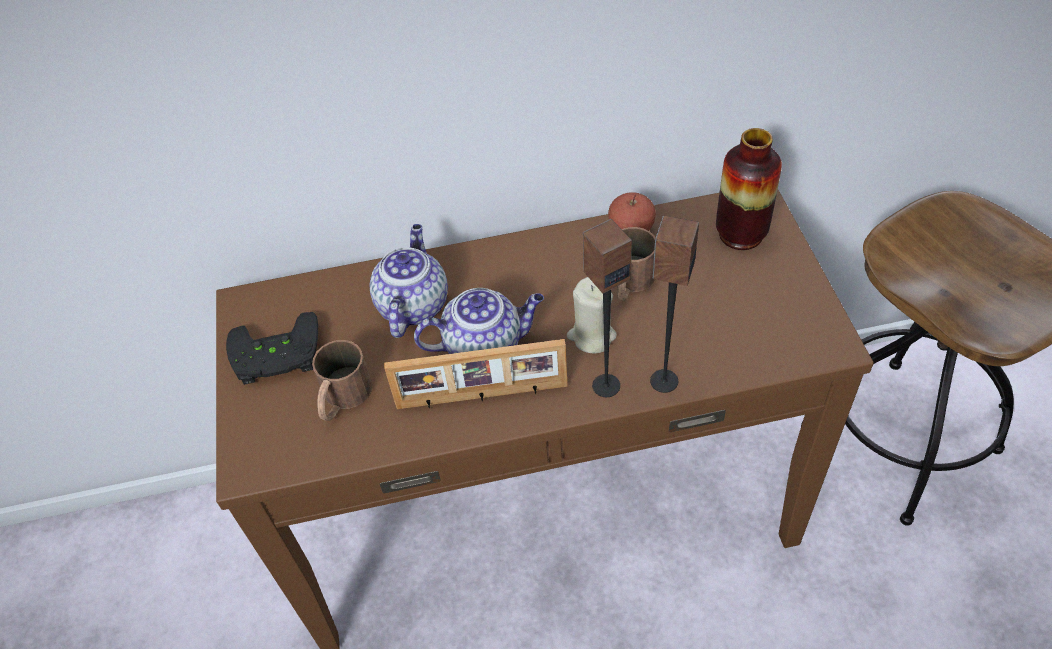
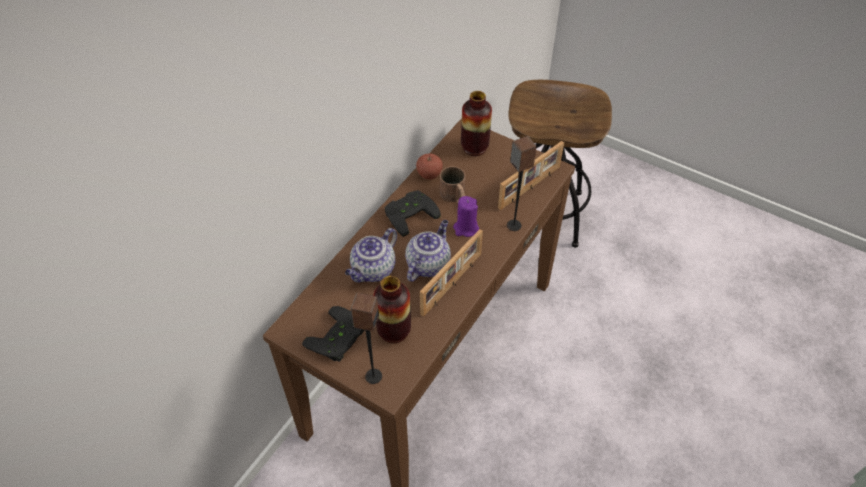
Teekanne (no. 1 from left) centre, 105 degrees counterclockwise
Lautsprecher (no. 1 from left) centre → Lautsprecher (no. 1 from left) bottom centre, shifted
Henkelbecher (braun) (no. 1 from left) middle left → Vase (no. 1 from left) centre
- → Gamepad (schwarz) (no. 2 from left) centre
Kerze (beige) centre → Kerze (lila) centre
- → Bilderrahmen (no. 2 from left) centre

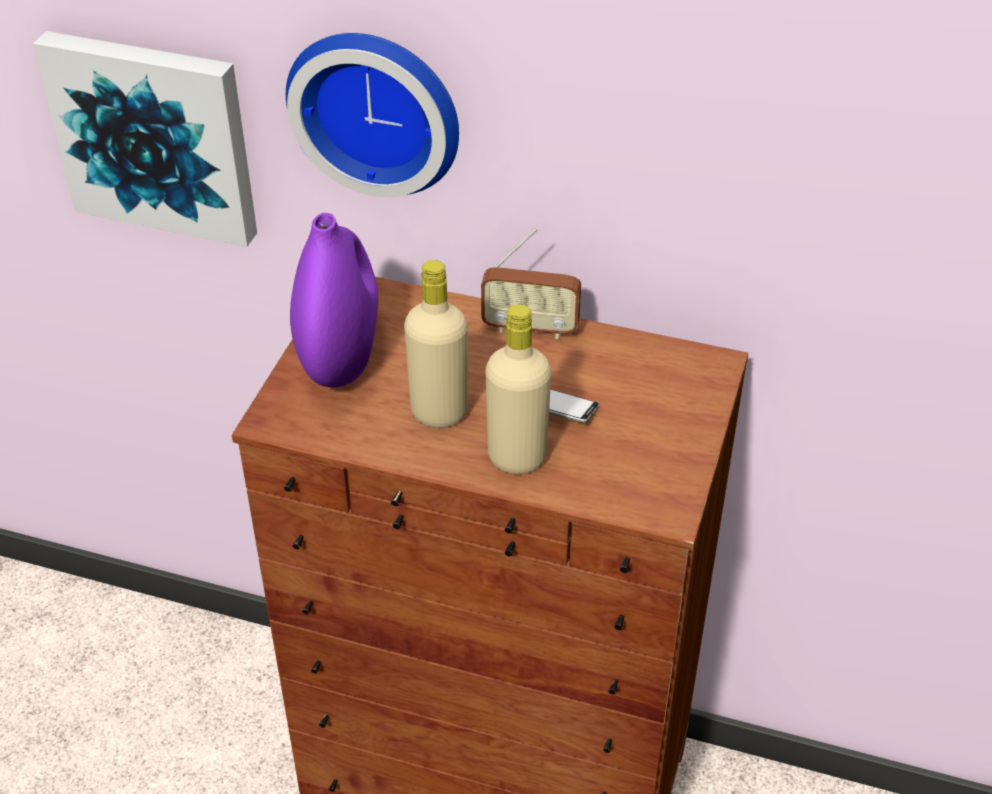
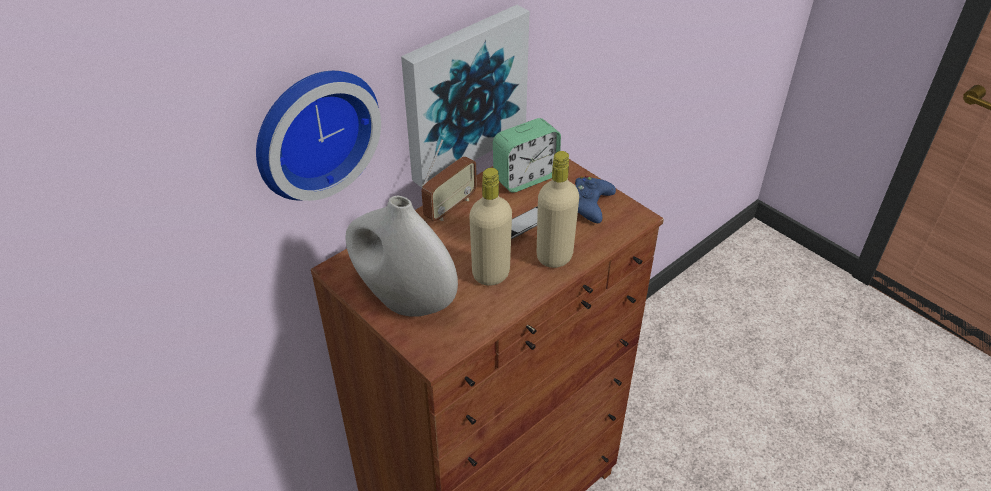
Vase (lila) centre → Vase (weiß) centre
Bild top left → Bild top centre, shifted
- → Wecker top centre
- → Gamepad (blau) centre

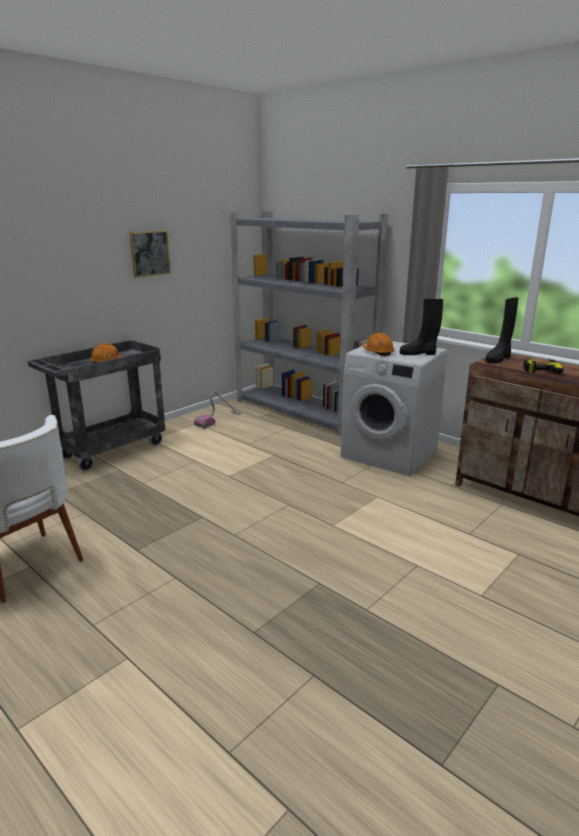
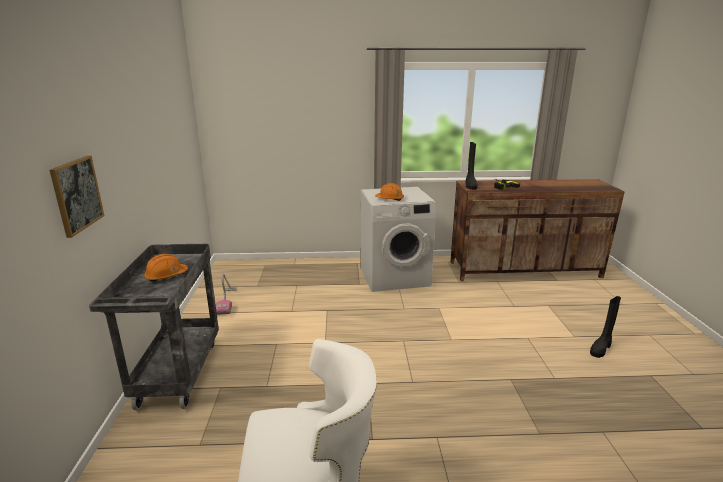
Bild top left → Bild middle left, shifted
Stiefel (schwarz) (no. 1 from left in the first image) middle right → Stiefel (schwarz) (no. 2 from left) bottom right, shifted
Bücherregal (grau) centre → -

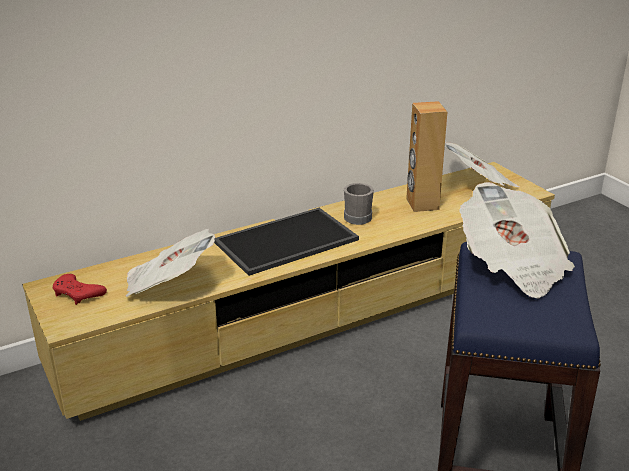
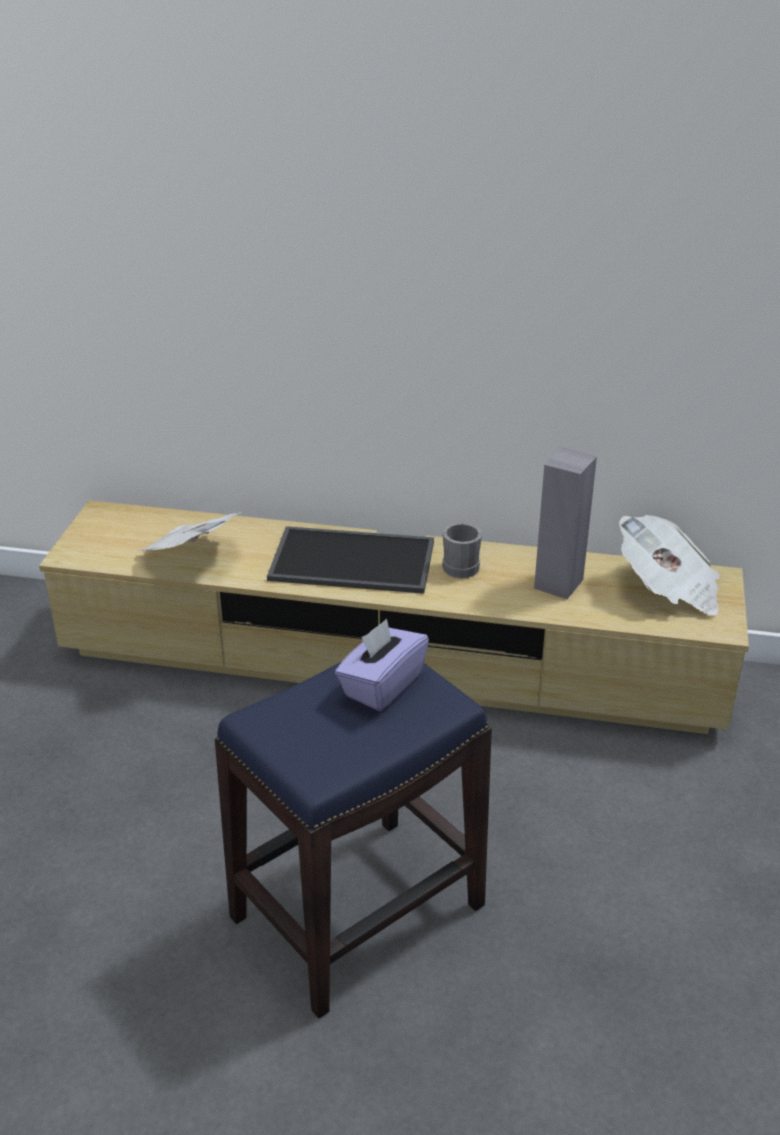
Zeitung (no. 3 from left) middle right → Taschentuchbox (lila) centre
Lautsprecher (braun) top right → Lautsprecher (grau) middle right
Gamepad (rot) middle left → -

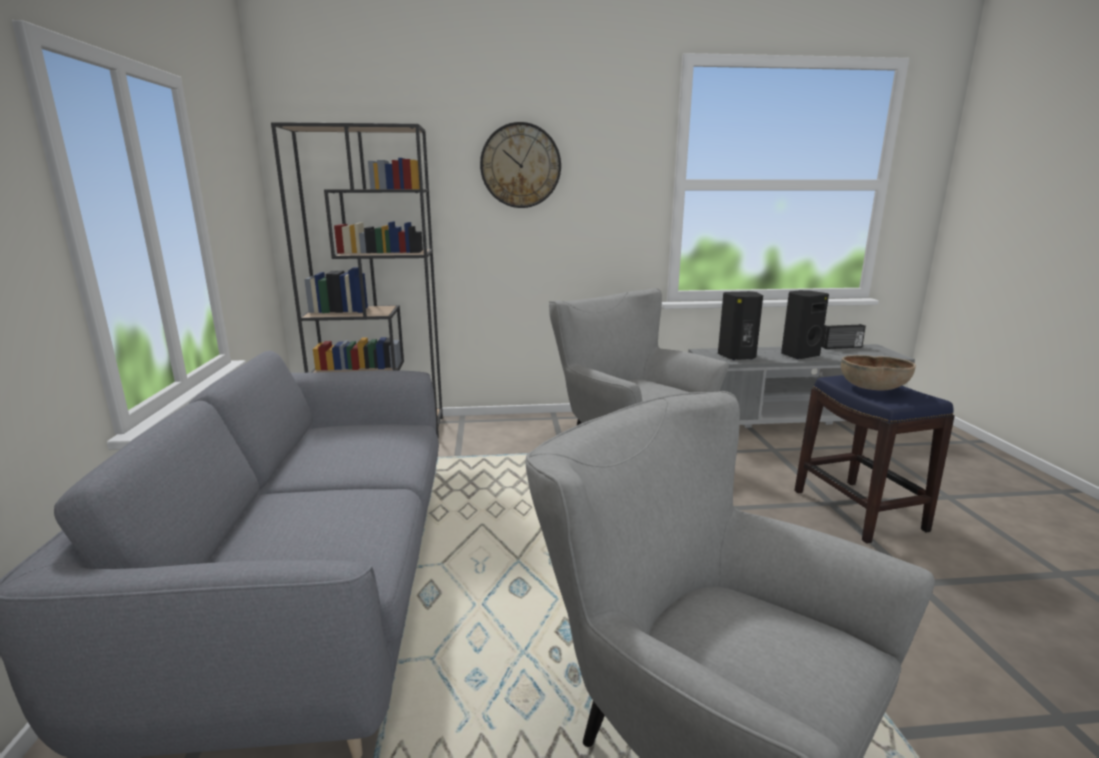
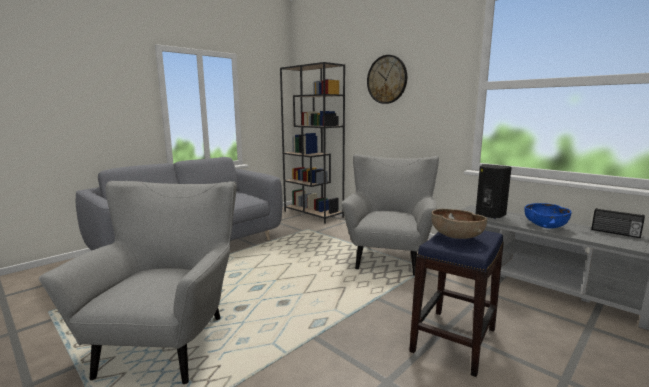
Lautsprecher (schwarz) (no. 2 from left) middle right → Schüssel (blau) middle right

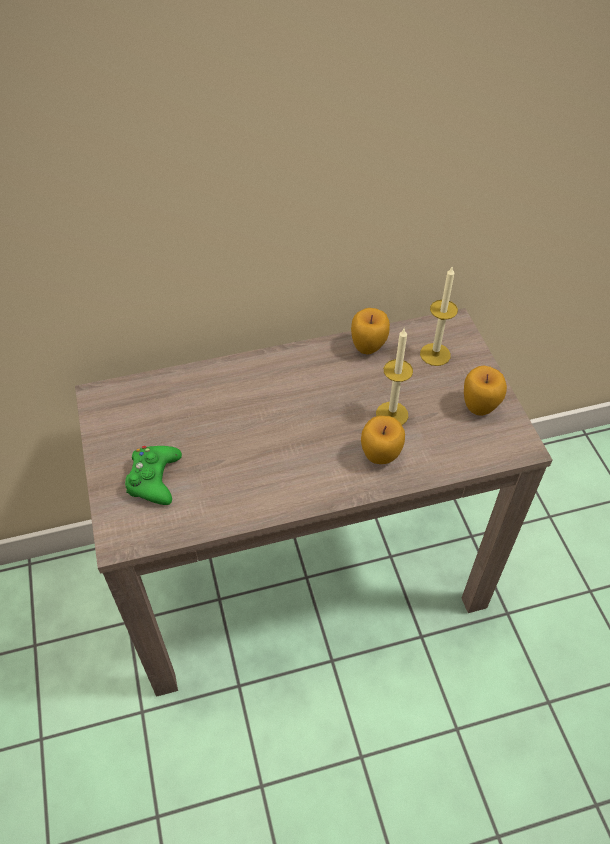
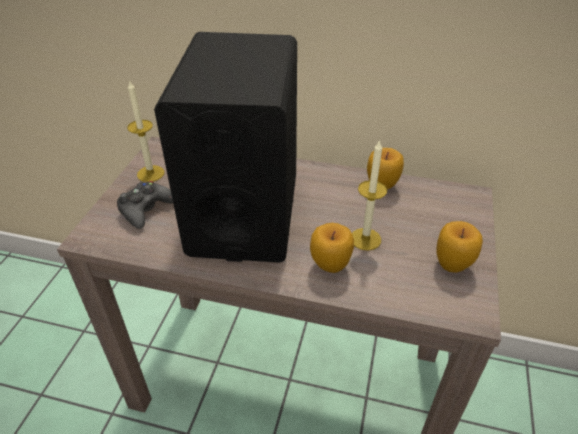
Gamepad (grün) middle left → Gamepad (schwarz) middle left
Kerze (no. 2 from left in the first image) middle right → Kerze (no. 1 from left) top left, shifted
- → Lautsprecher (schwarz) centre

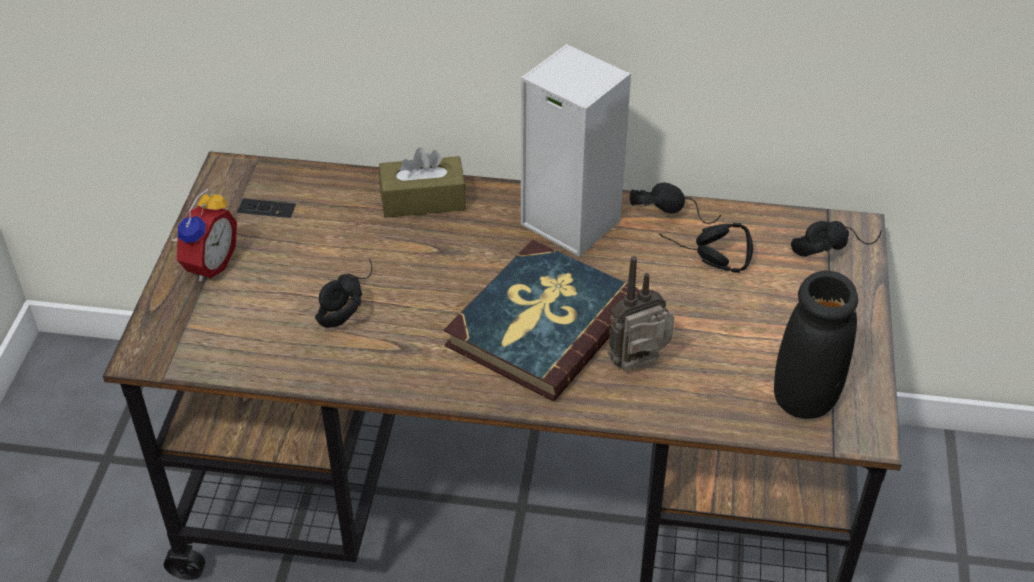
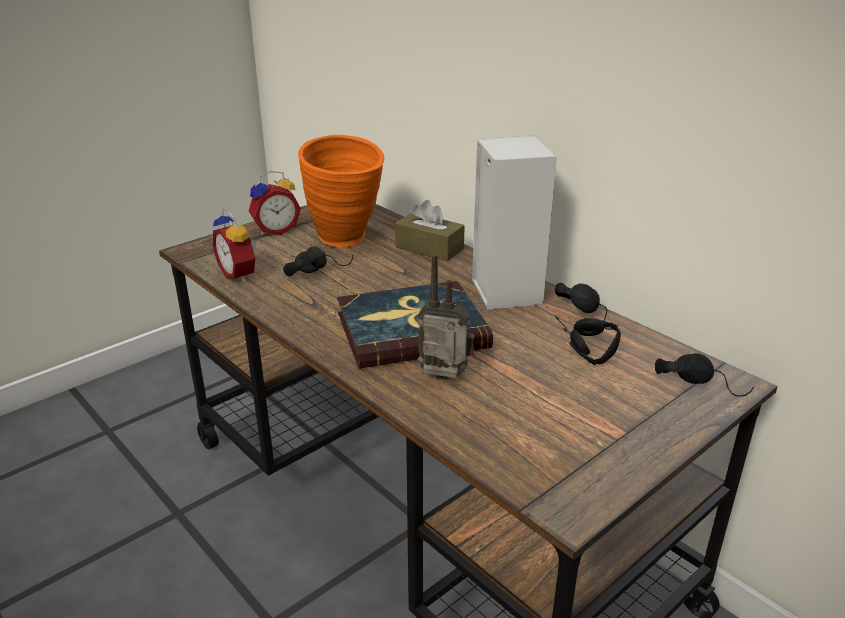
- → Wecker (no. 1 from left) middle left
- → Vase (orange) top centre
Vase (schwarz) middle right → -

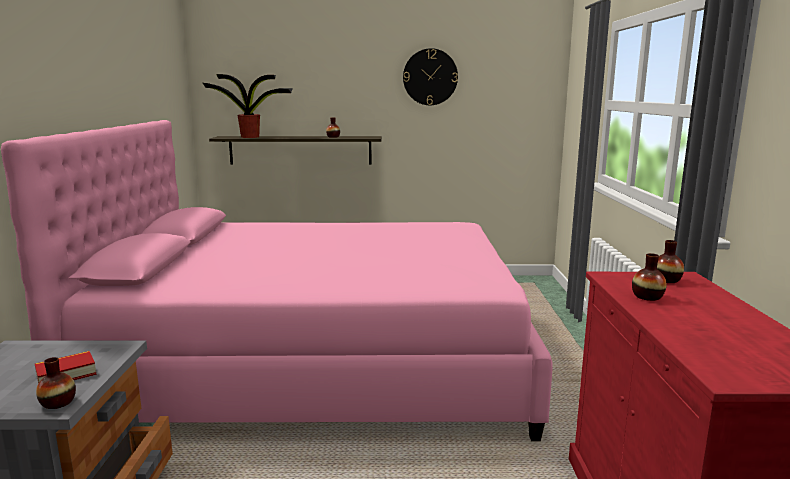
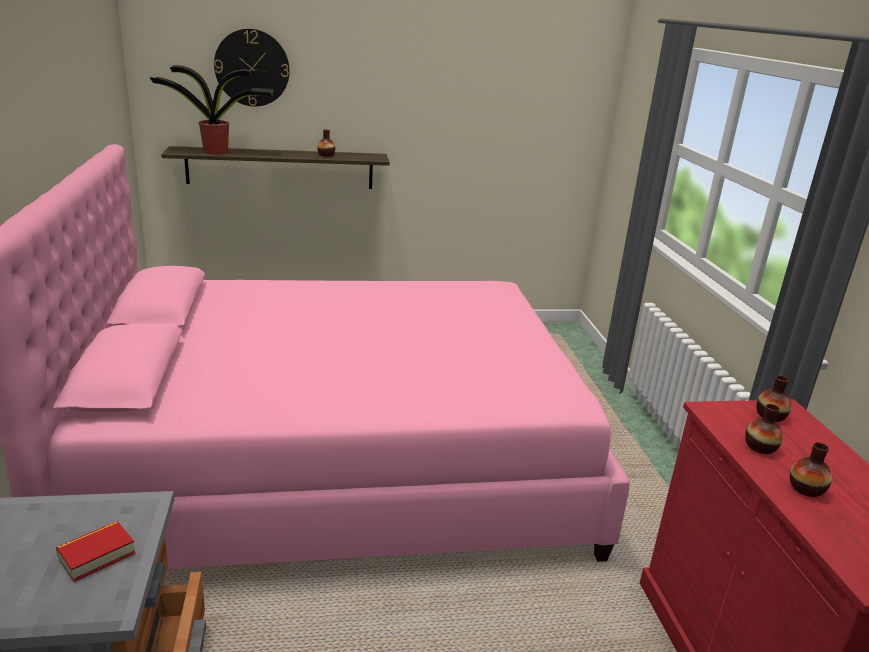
Wanduhr top centre → Wanduhr top left, shifted
Vase (no. 1 from left in the first image) bottom left → Vase (no. 4 from left) bottom right, shifted

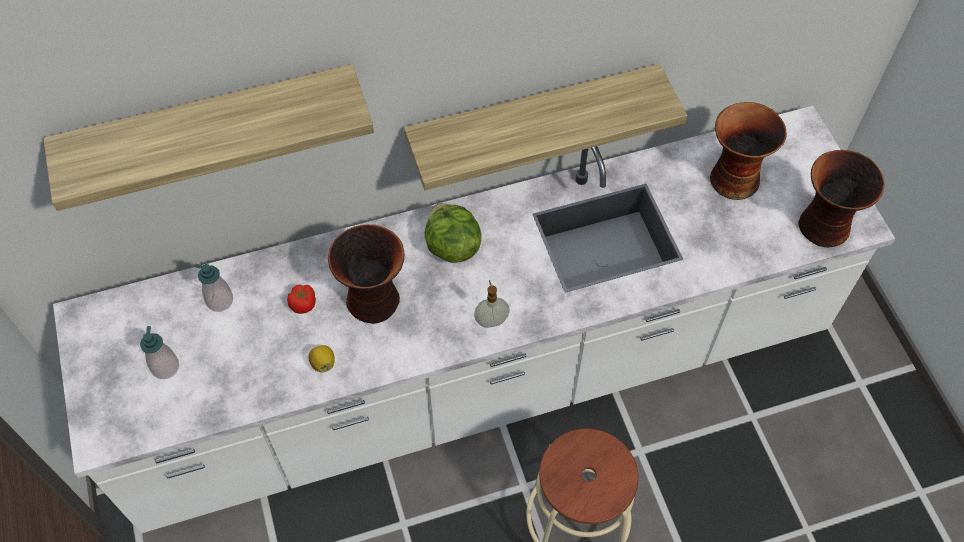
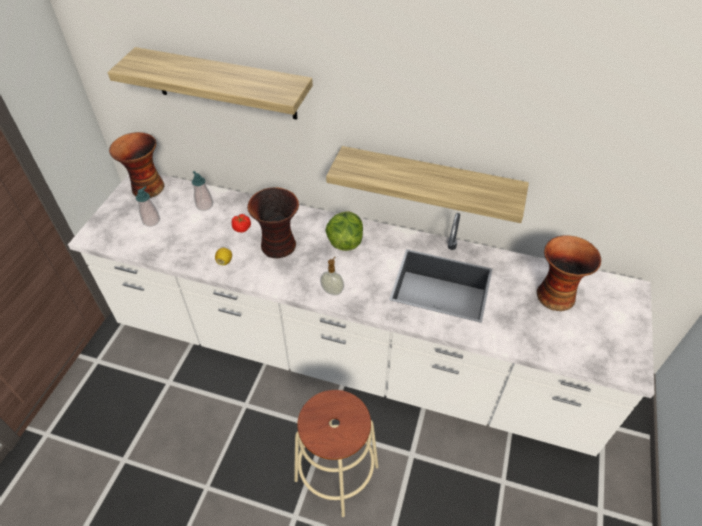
Vase (no. 3 from left in the first image) middle right → Vase (no. 1 from left) top left, shifted

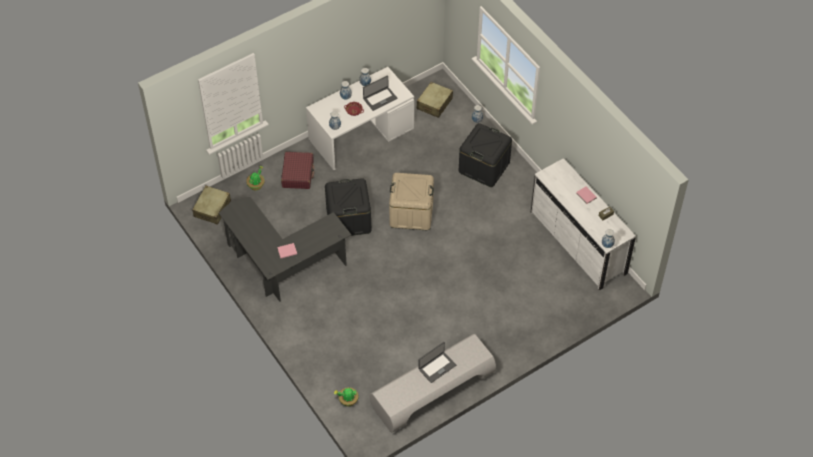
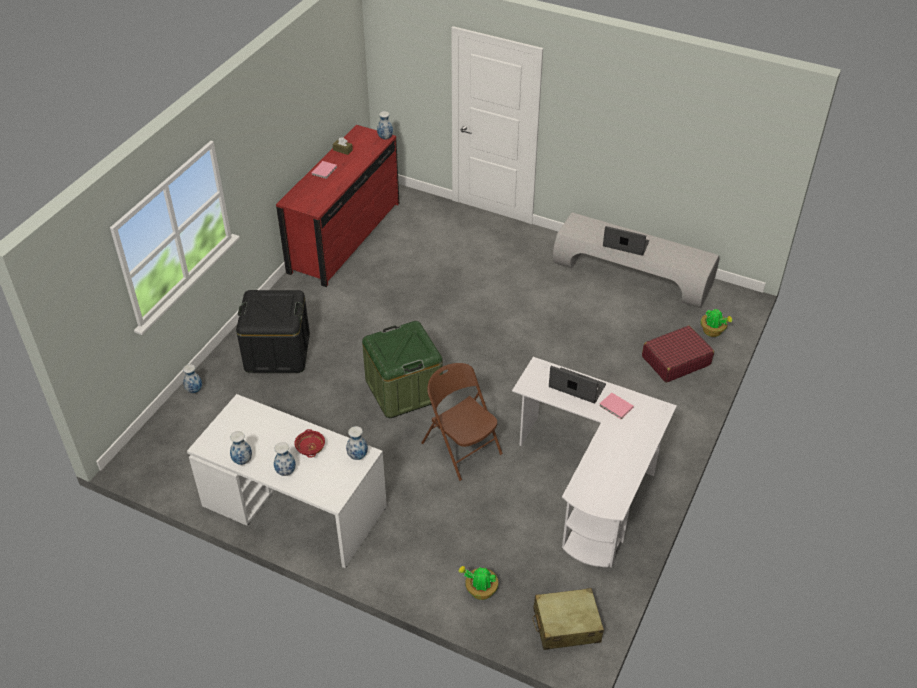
Kommode (weiß) middle right → Kommode (rot) top centre
Aufbewahrungsbox (beige) centre → Aufbewahrungsbox (grün) centre
Aufbewahrungsbox (schwarz) (no. 1 from left) centre → Stuhl (braun) centre
Schreibtisch (schwarz) centre → Schreibtisch (weiß) (no. 2 from left) bottom centre
Laptop (no. 1 from left) top centre → Laptop (no. 1 from left) centre, shifted
Koffer (rot) centre → Koffer (rot) middle right, shifted
Koffer (beige) (no. 2 from left) top centre → -

